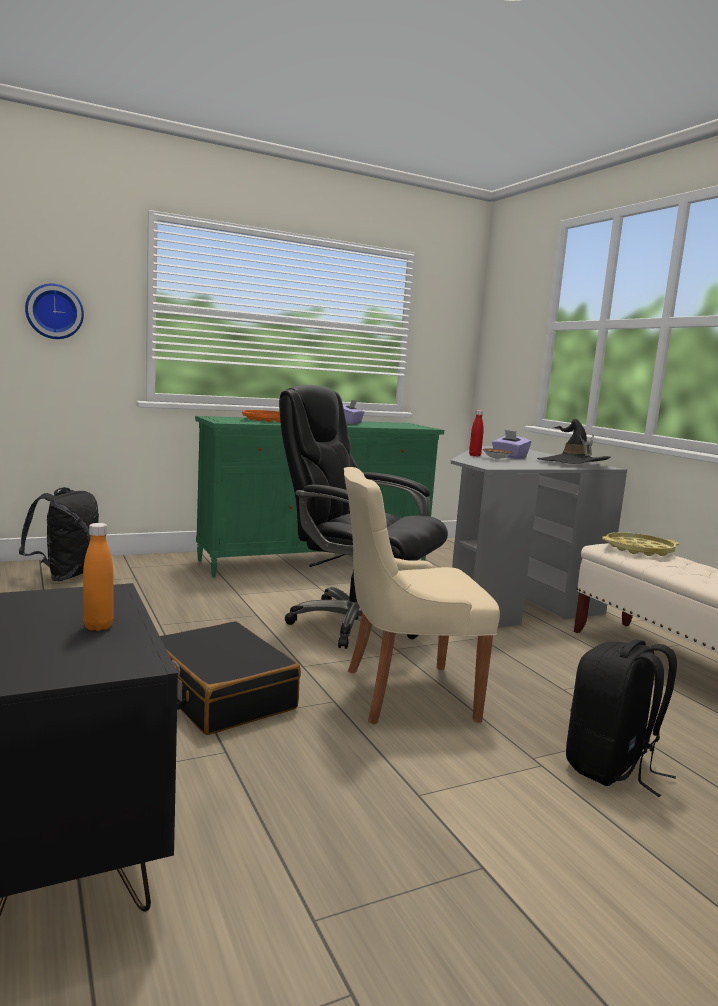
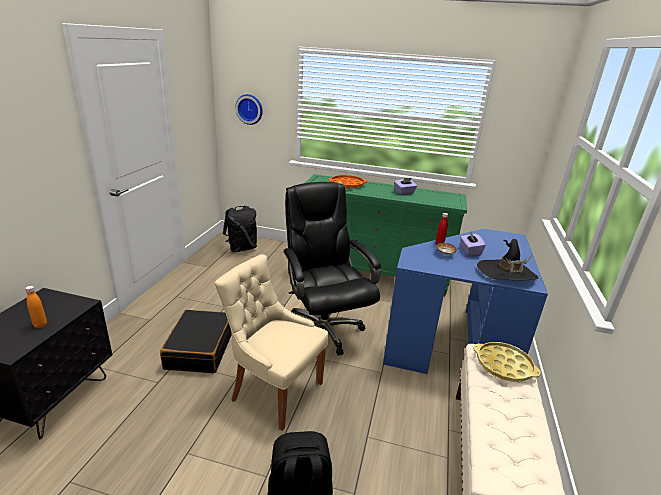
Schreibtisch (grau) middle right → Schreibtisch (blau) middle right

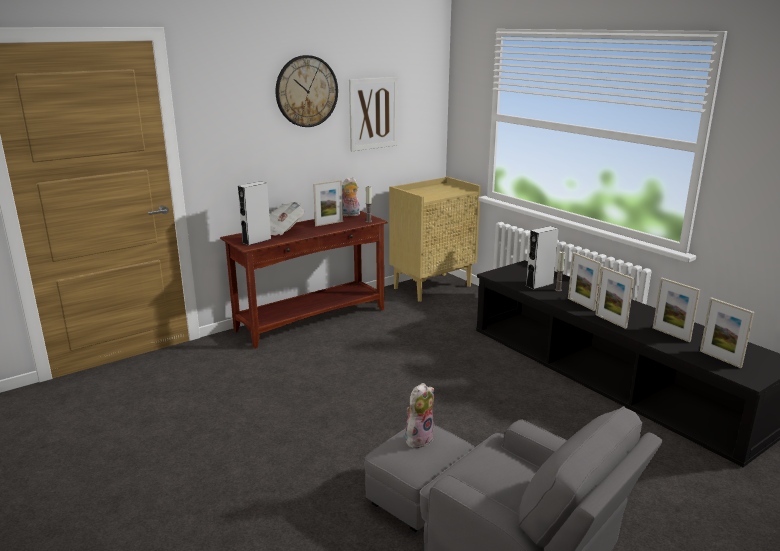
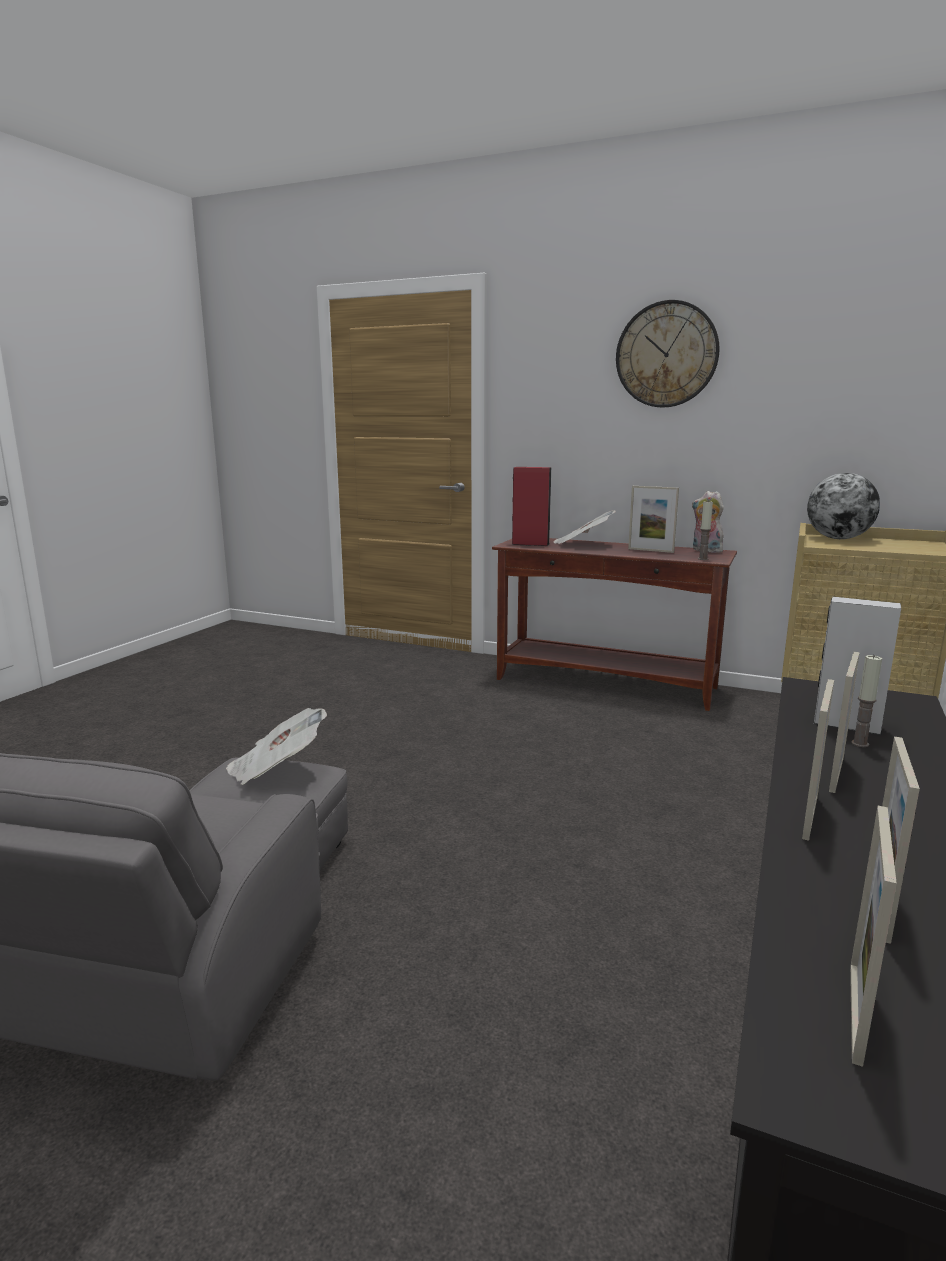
Plüschtier (no. 2 from left) bottom centre → Zeitung (no. 1 from left) middle left
Lautsprecher (grau) (no. 1 from left) middle left → Lautsprecher (rot) centre
- → Globus middle right
Bild top centre → -

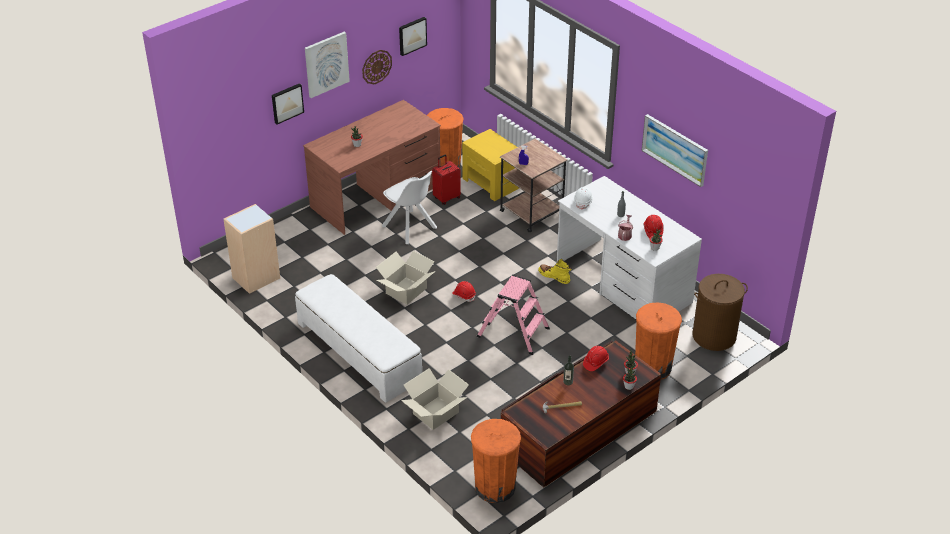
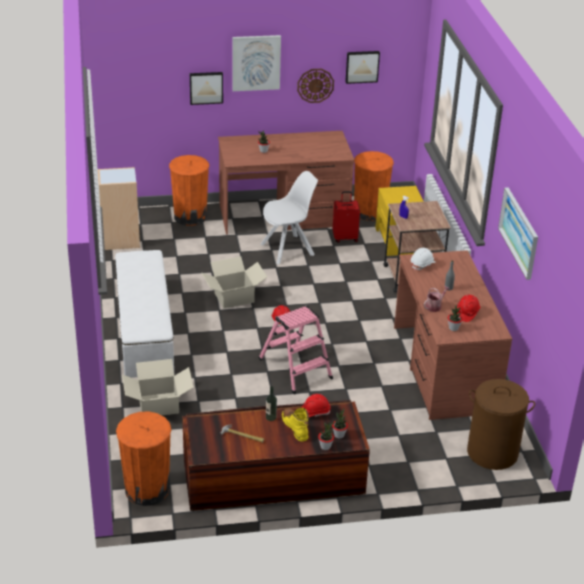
Mülleimer (orange) (no. 3 from left in the first image) middle right → Mülleimer (orange) (no. 2 from left) top left, shifted
Stuhl (weiß) centre, 105 degrees counterclockwise
Stiefel (gelb) centre → Stiefel (gelb) bottom centre, shifted
Schreibtisch (weiß) centre → Schreibtisch (braun) (no. 2 from left) middle right

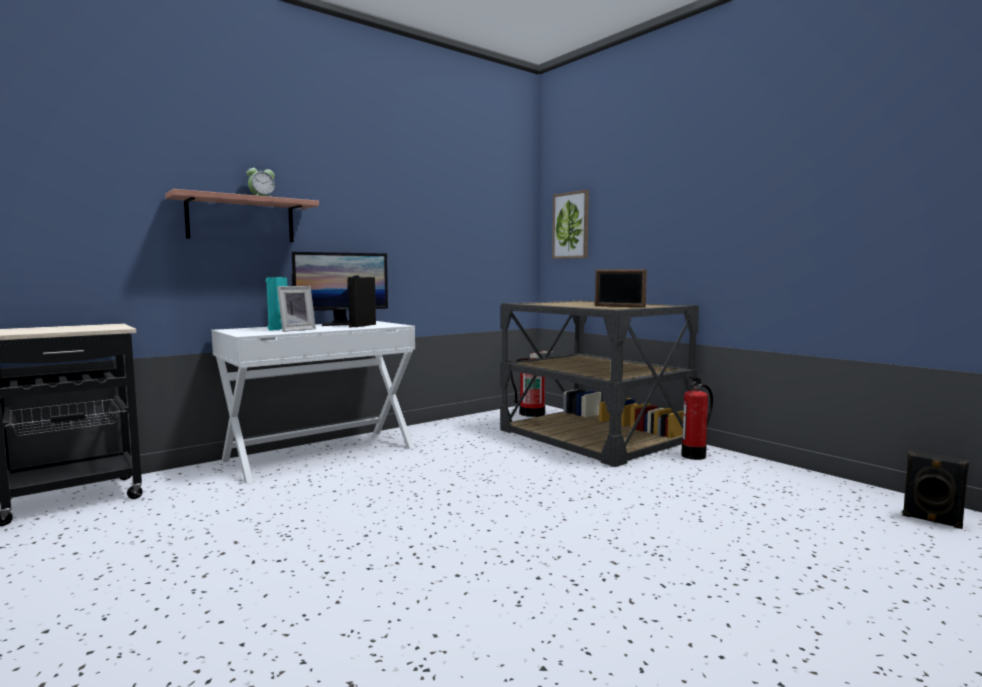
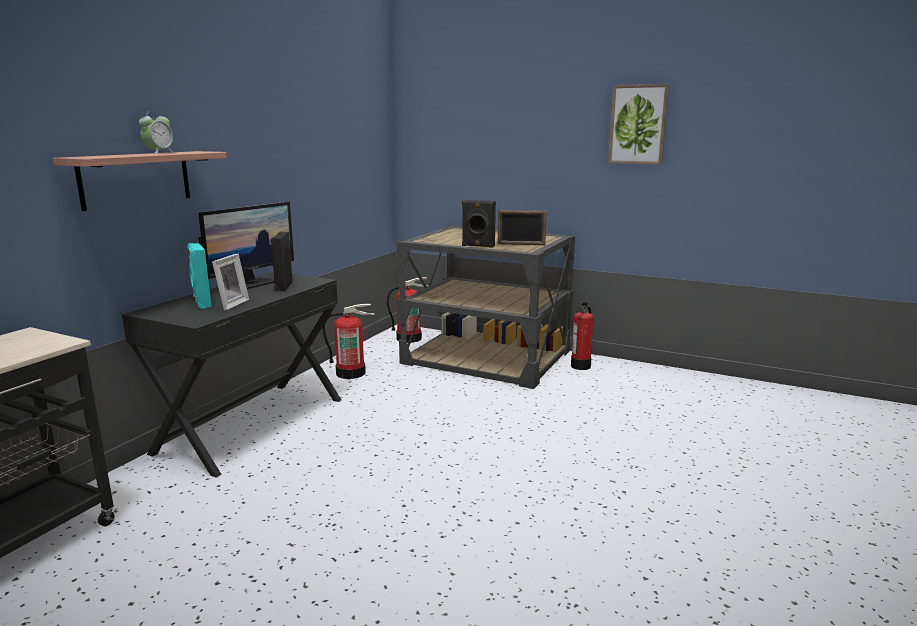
Schreibtisch (weiß) middle left → Schreibtisch (schwarz) middle left
- → Feuerlöscher (no. 1 from left) centre
Lautsprecher (schwarz) (no. 2 from left) bottom right → Lautsprecher (schwarz) (no. 2 from left) centre, shifted
Bild top centre → Bild top right, shifted

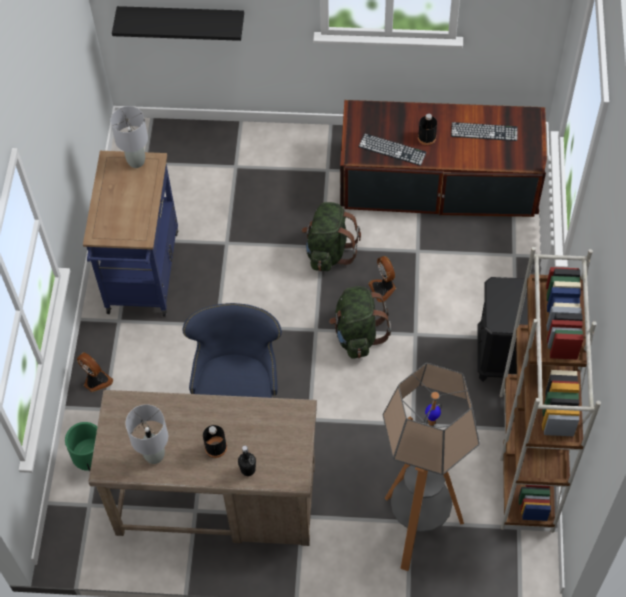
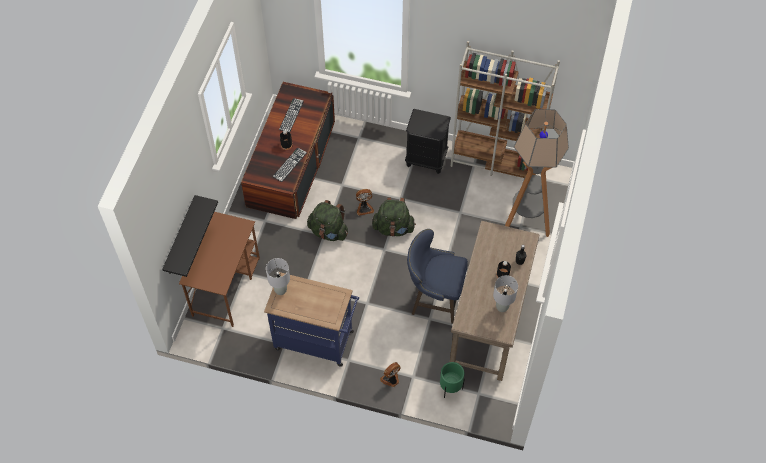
- → Schreibtisch (braun) (no. 1 from left) middle left

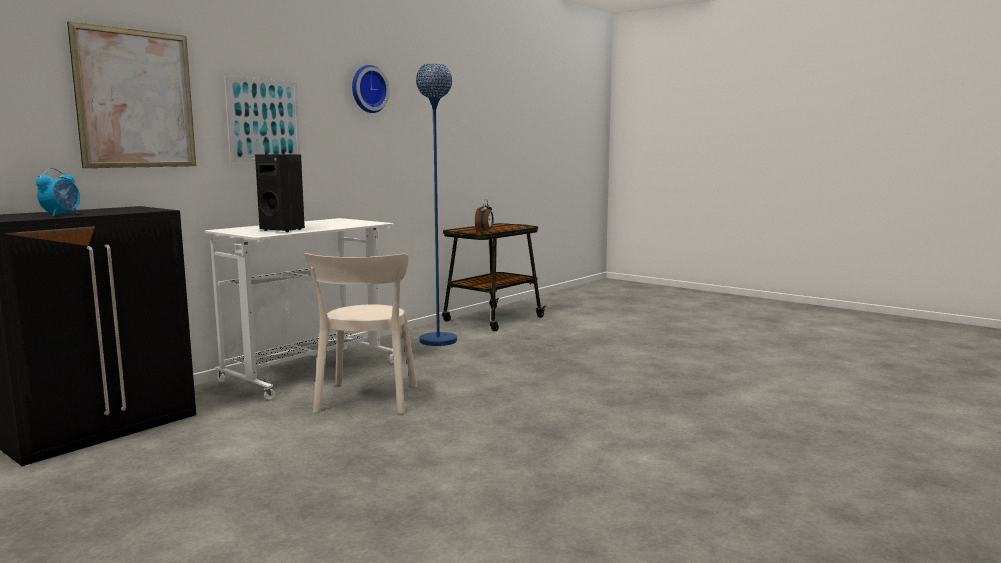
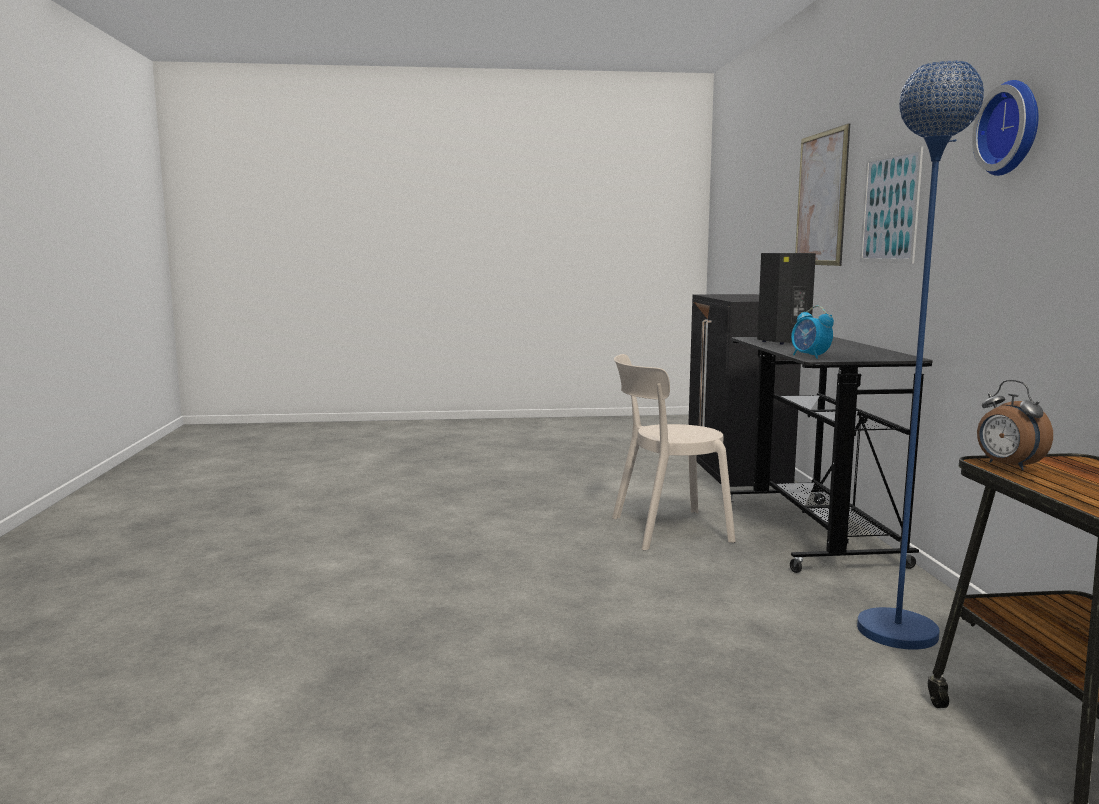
Stuhl (beige) centre, 60 degrees counterclockwise
Schreibtisch (weiß) middle left → Schreibtisch (schwarz) middle right
Wecker (no. 1 from left) middle left → Wecker (no. 1 from left) middle right, shifted

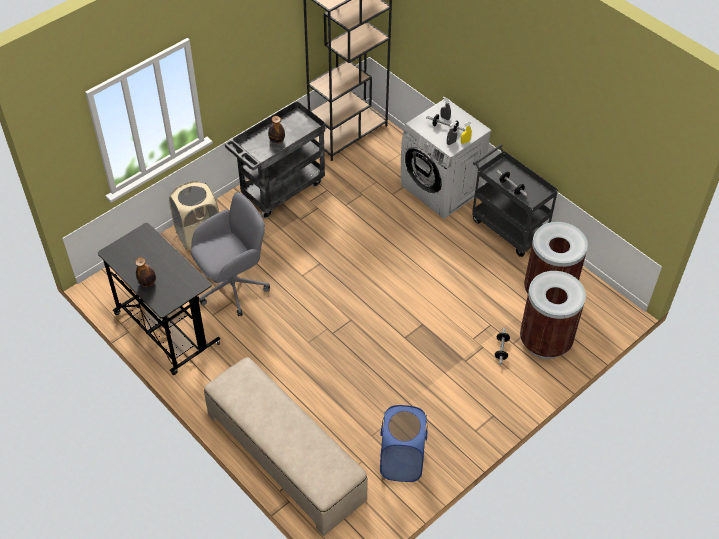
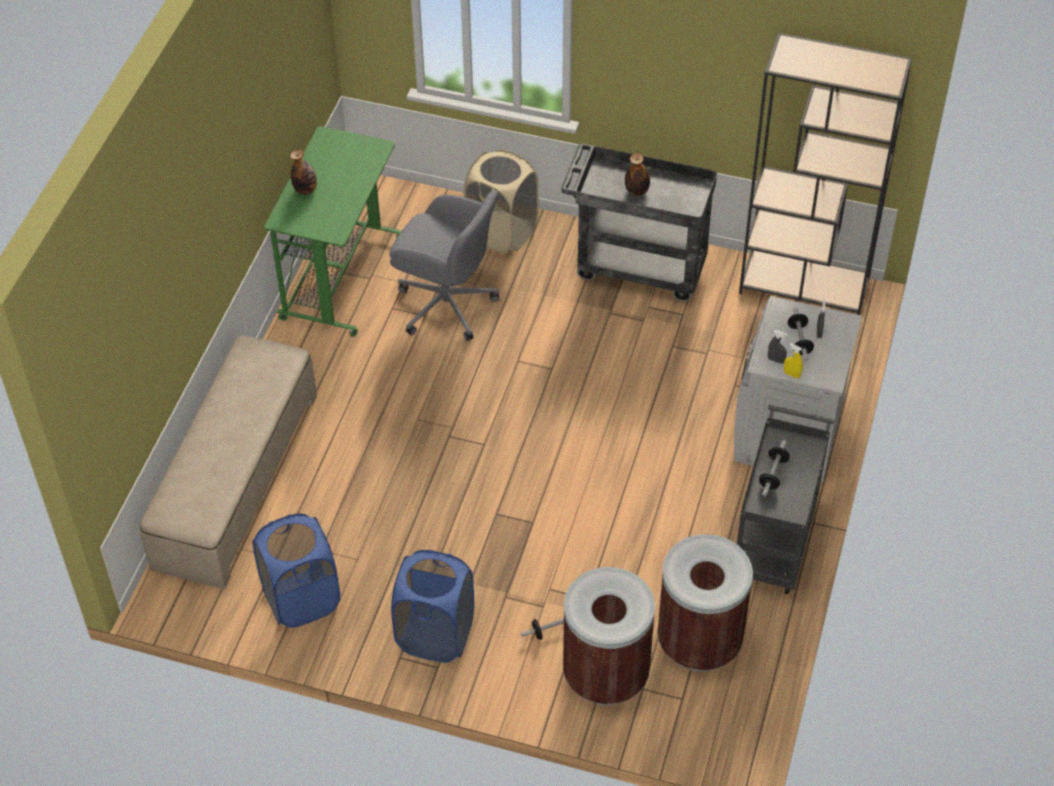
Schreibtisch (schwarz) middle left → Schreibtisch (grün) top left
- → Wäschekorb (blau) (no. 2 from left) bottom centre

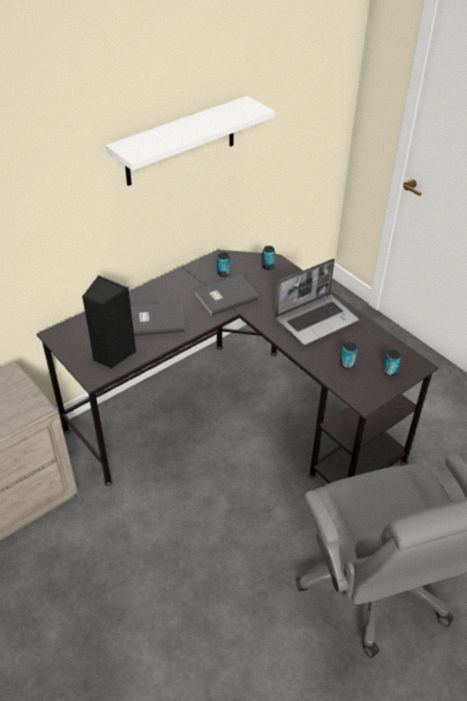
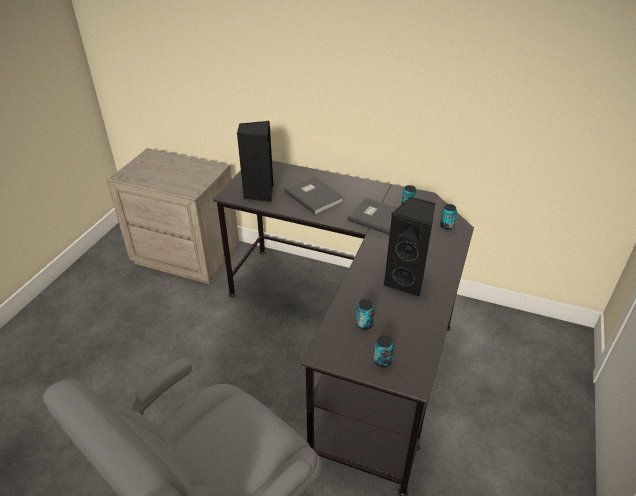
Laptop middle right → Lautsprecher (schwarz) (no. 2 from left) centre
Wandregal (weiß) top centre → -

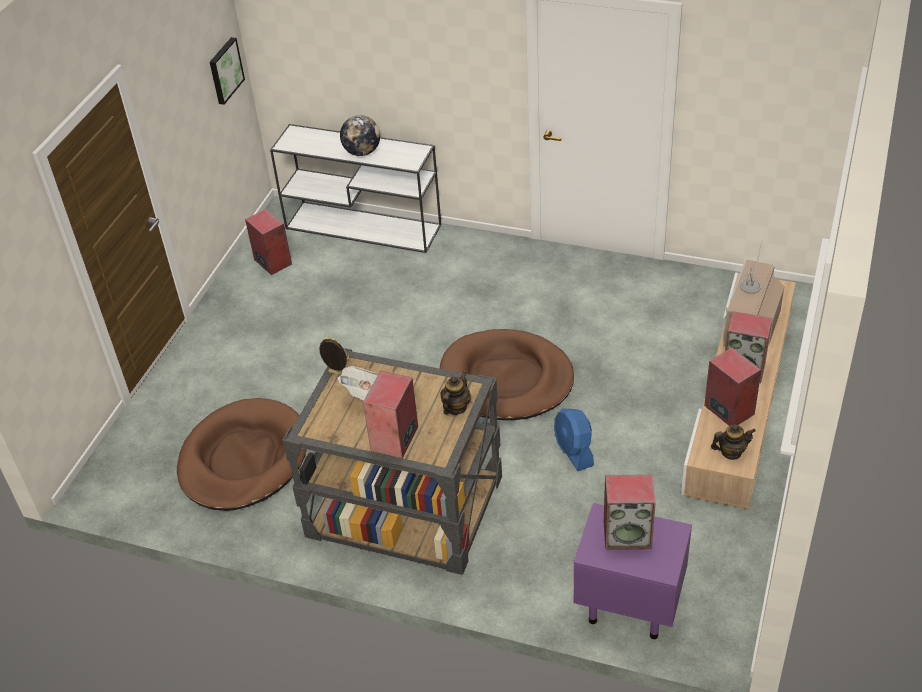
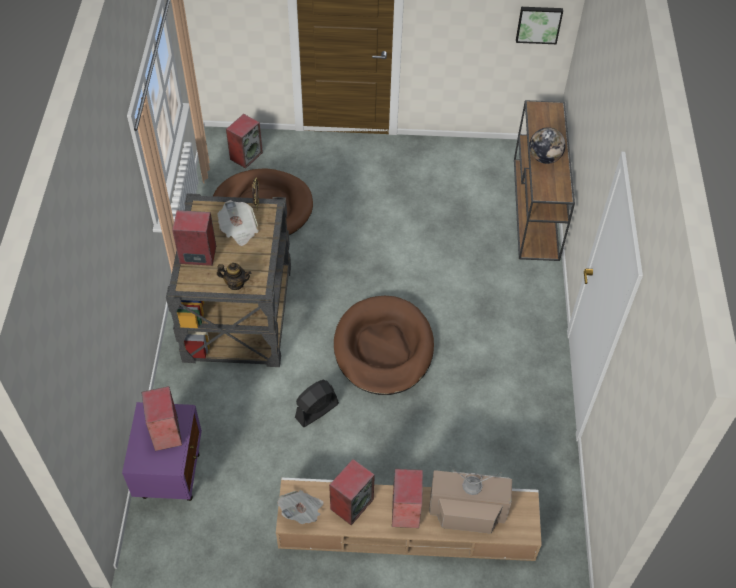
Lautsprecher (no. 1 from left in the first image) middle left → Lautsprecher (no. 3 from left) top left, shifted
Teekanne (no. 2 from left) middle right → Zeitung (no. 2 from left) bottom centre
Ventilator (blau) centre → Ventilator (schwarz) bottom centre
Konsolentisch (weiß) top centre → Konsolentisch (braun) top right

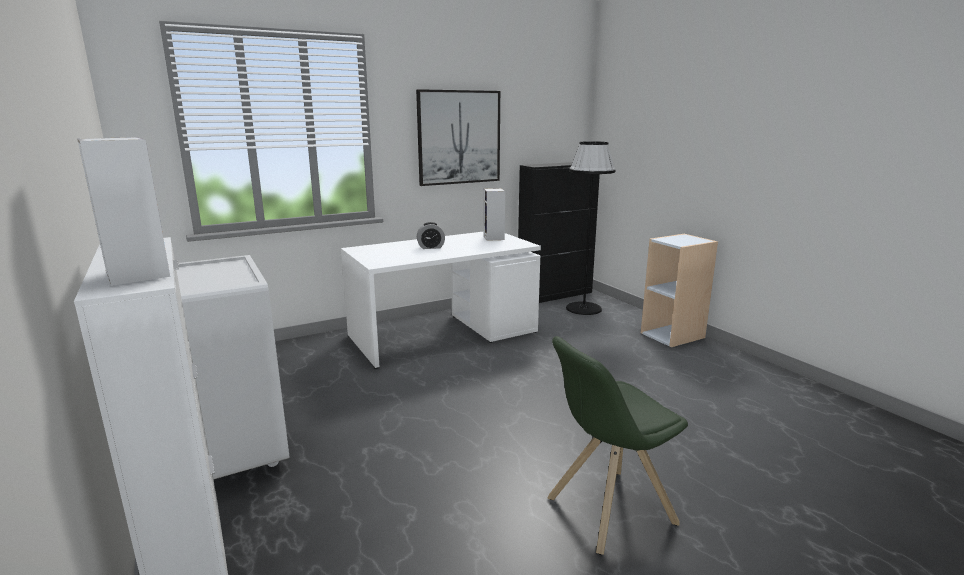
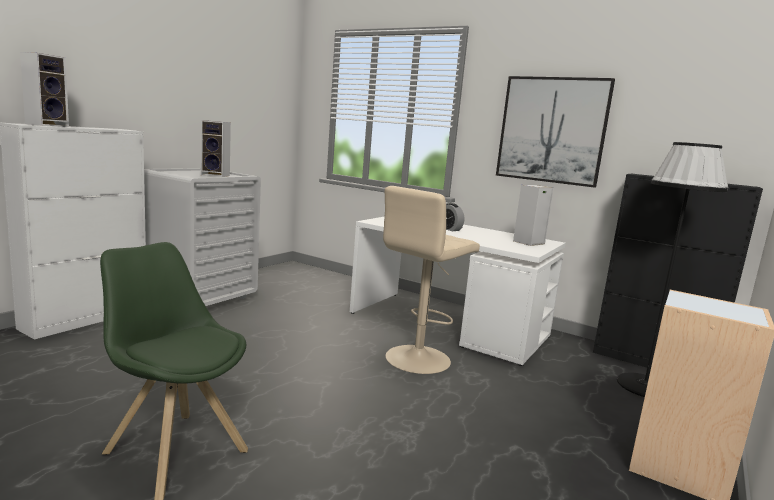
- → Lautsprecher (no. 2 from left) top left
- → Hocker (beige) centre

